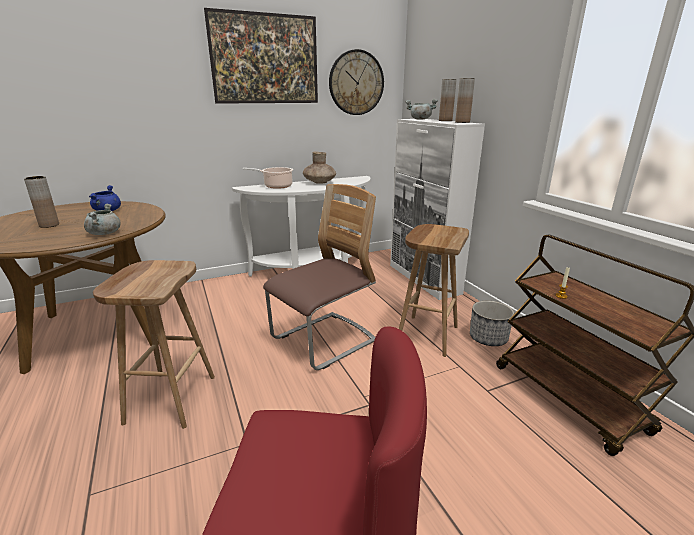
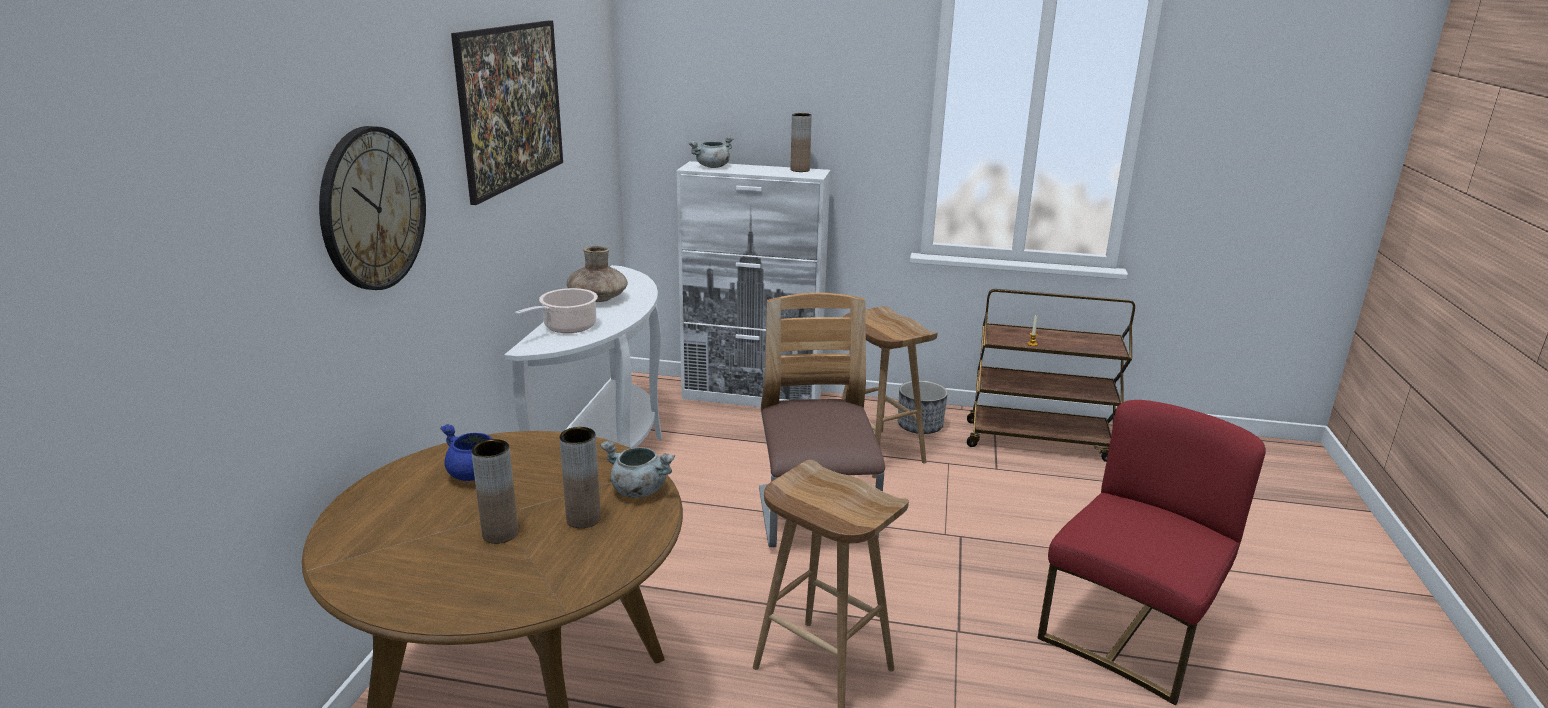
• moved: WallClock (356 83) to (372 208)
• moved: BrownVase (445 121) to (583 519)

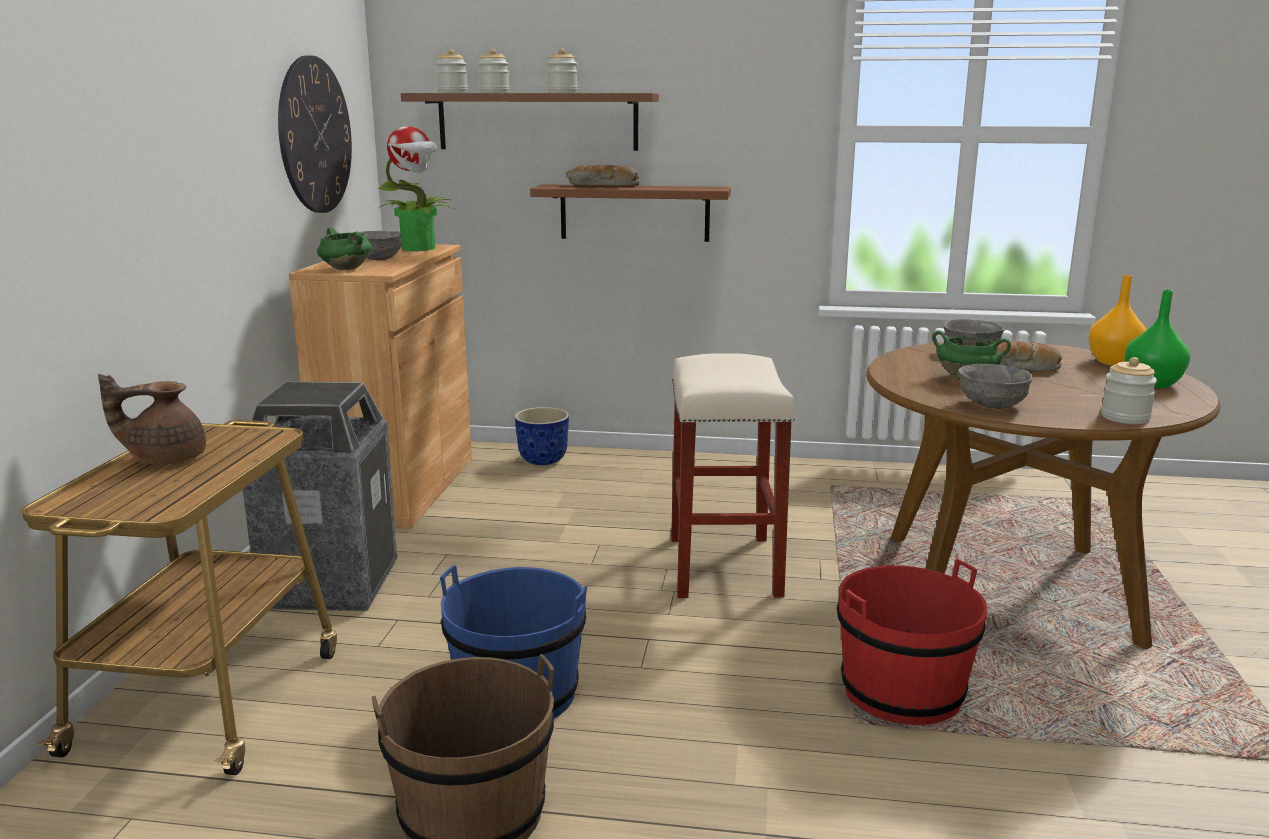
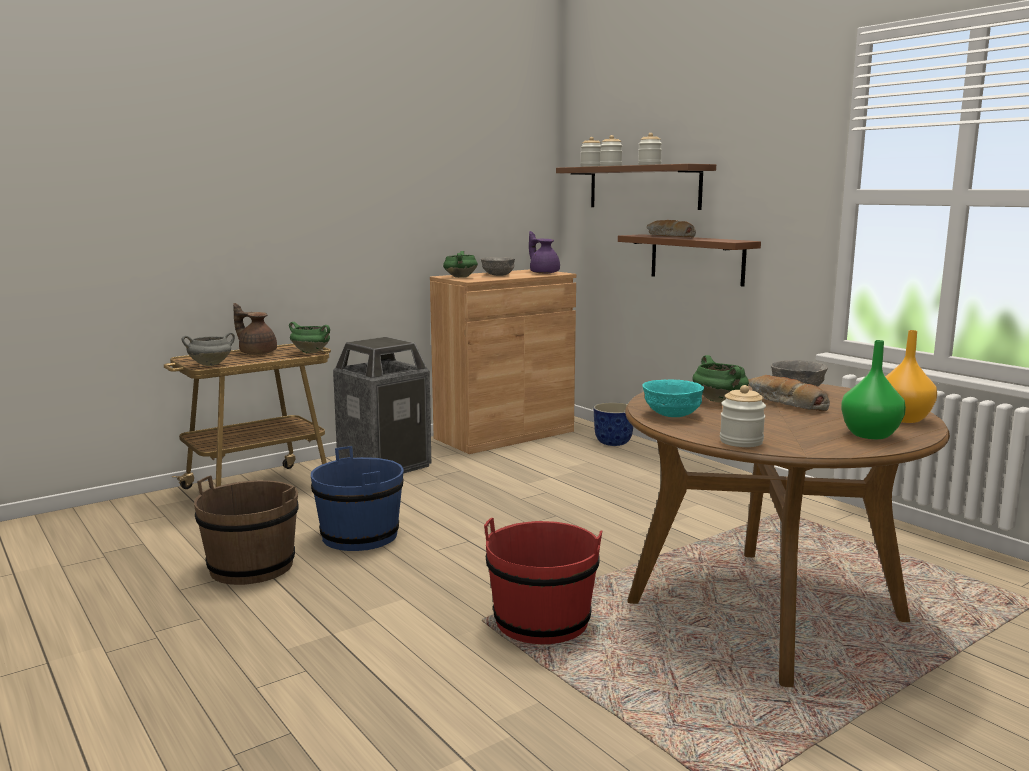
• removed: WallClock (315 135)
• replaced: PottedPlant (420 248) to PurpleTeapot (543 273)
• removed: BeigeStool (723 565)
• recoloured: GreyBowl (991 404) to TurquoiseBowl (673 414)
• added: GreenCookingPot (311 352)
• added: GreyCookingPot (210 364)

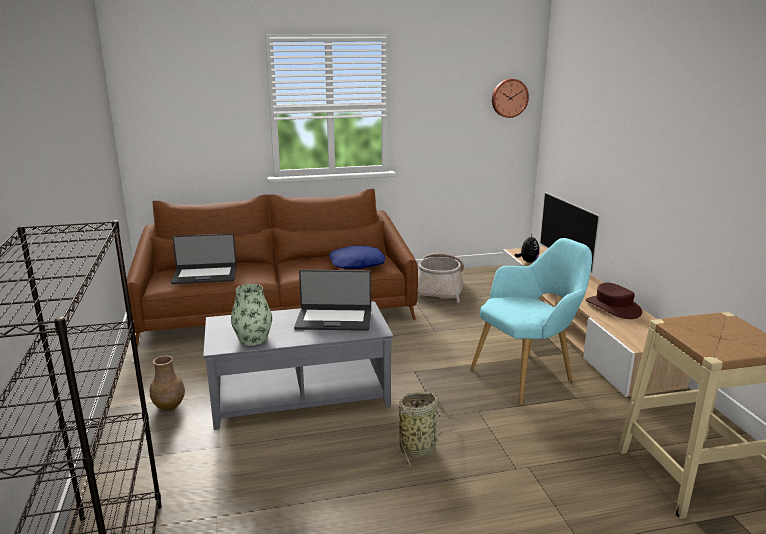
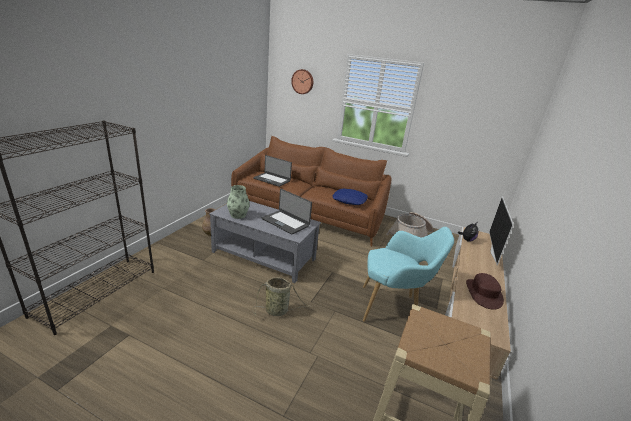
• moved: WallClock (509 98) to (302 81)

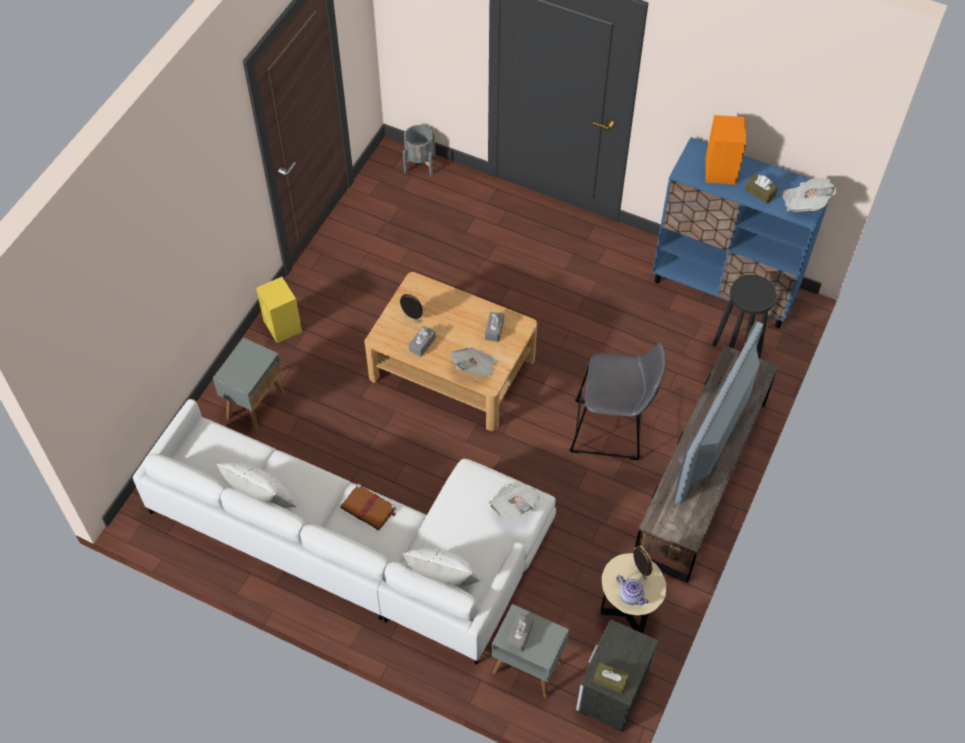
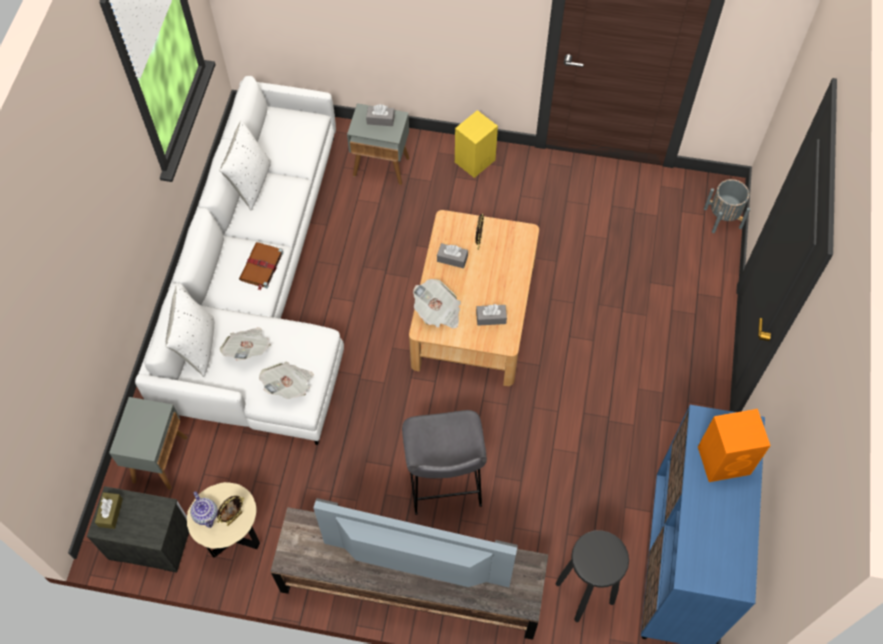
• removed: BrownTissueBox (760 192)
• moved: Newspaper (805 203) to (248 349)
• turned: Teapot (631 596) = (206 515) 60 degrees counterclockwise
• moved: GreyTissueBox (519 635) to (380 120)

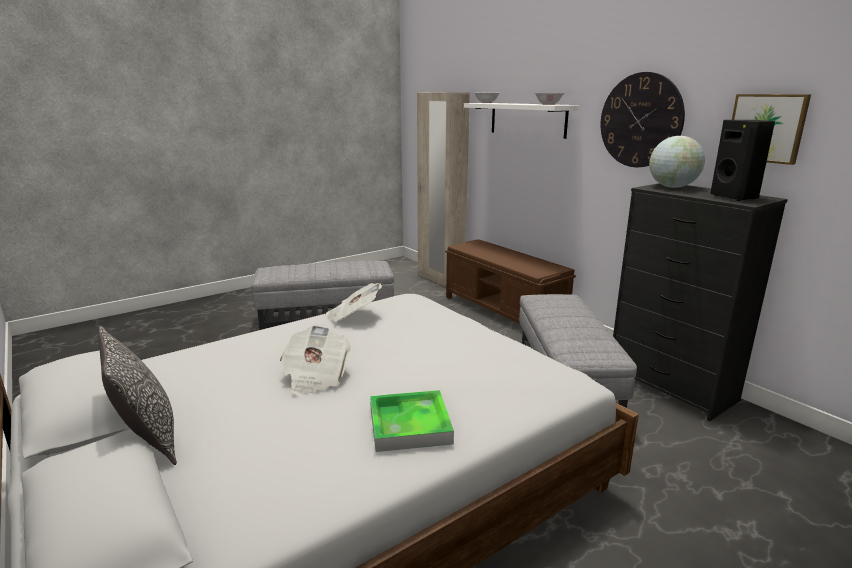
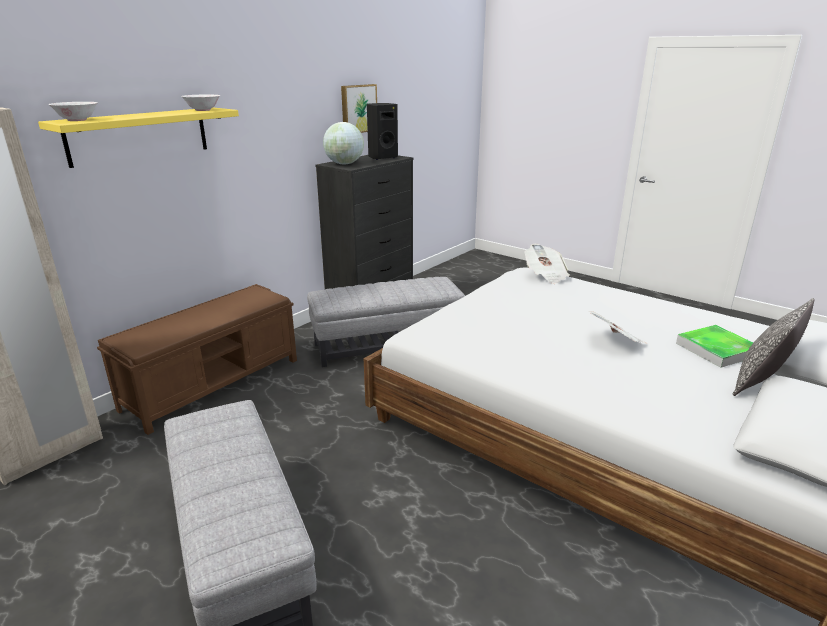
• removed: WallClock (640 120)
• recoloured: WhiteShelf (527 119) to YellowShelf (139 136)
• moved: Newspaper (353 316) to (545 275)
• moved: Tray (409 425) to (716 349)

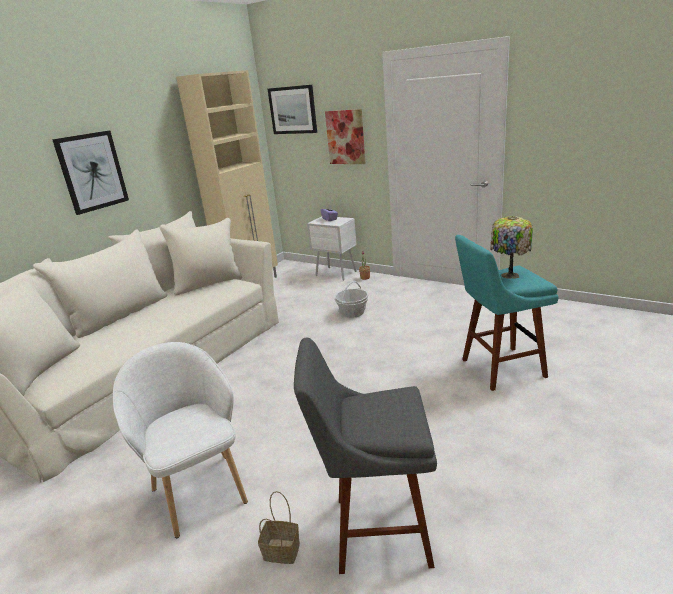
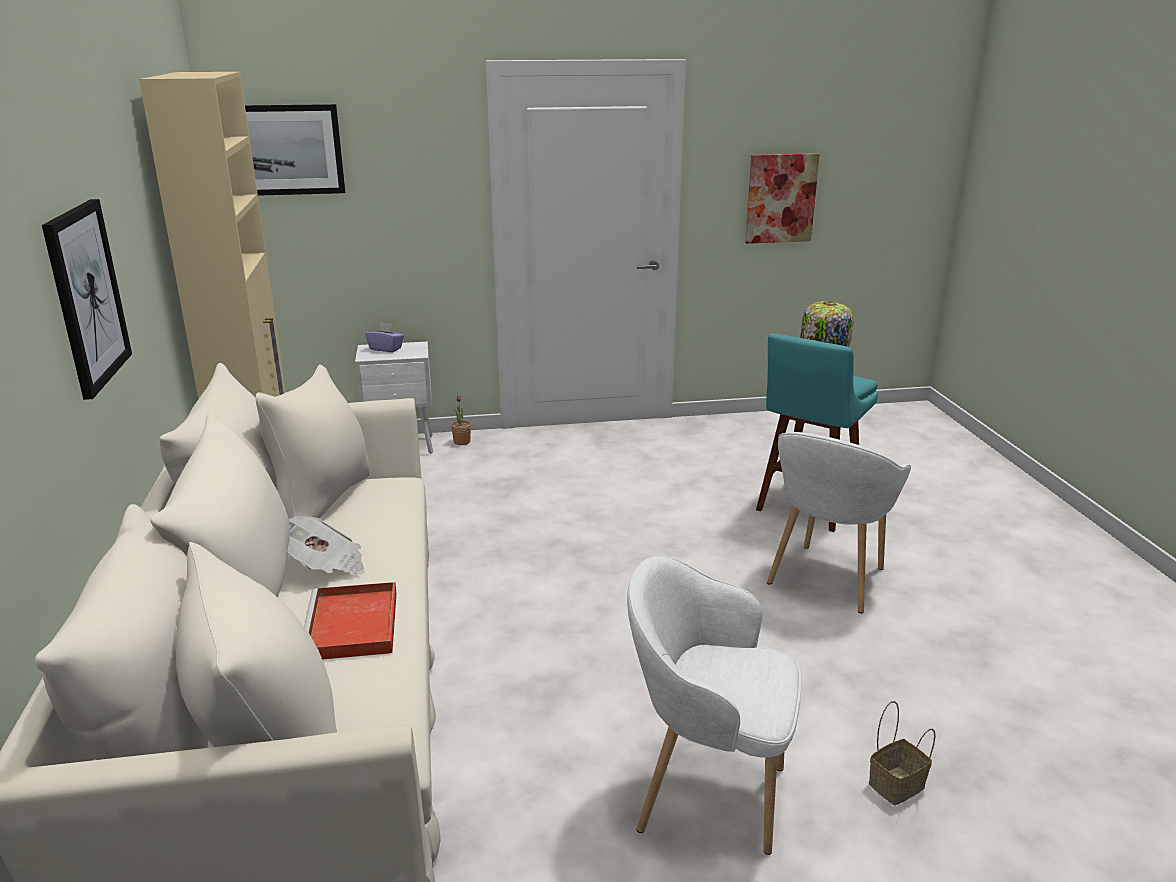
• moved: Picture (345 137) to (780 198)
• removed: Basket (353 312)
• removed: GreyStool (375 531)
• added: WhiteArmchair (826 579)
• added: Newspaper (325 566)
• added: RedTray (353 627)

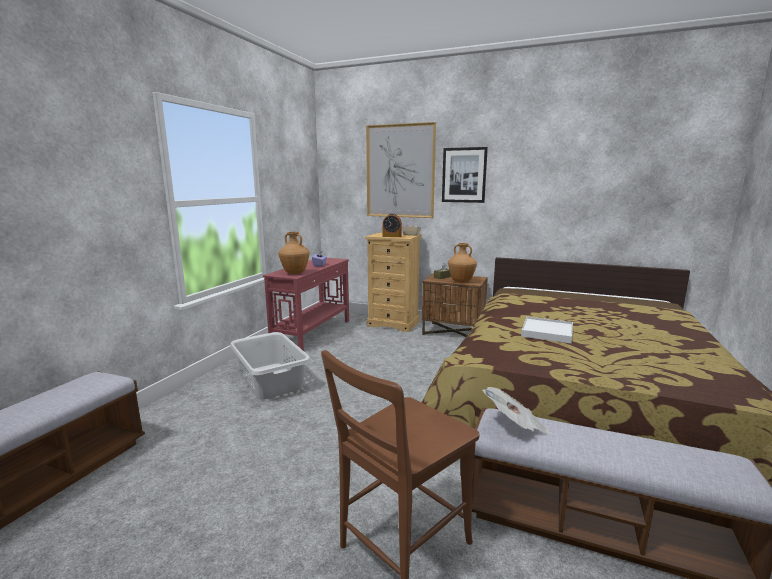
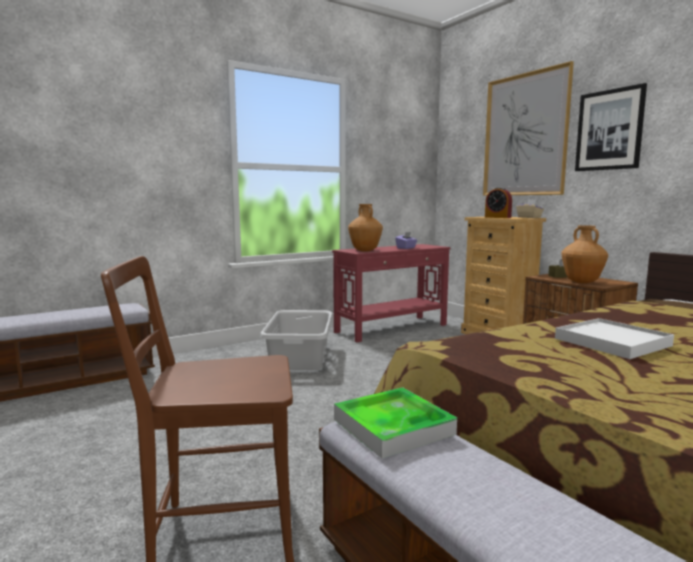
• replaced: Newspaper (514 425) to Tray (393 426)

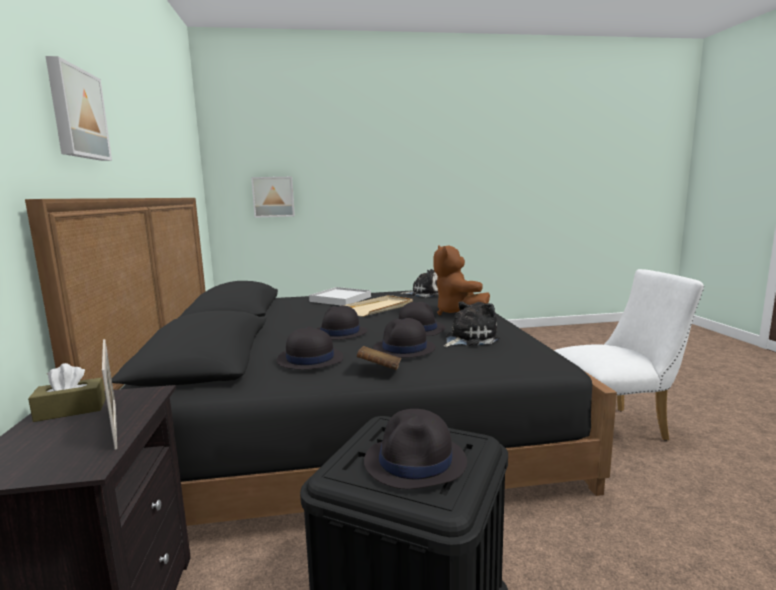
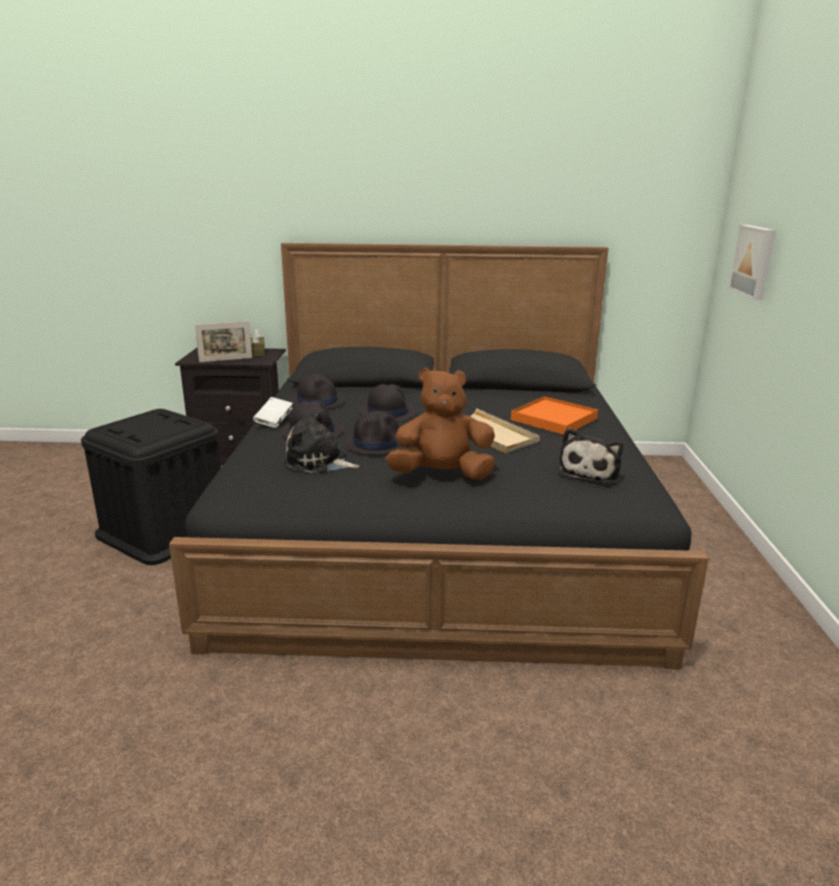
• removed: Picture (76 113)
• removed: WhiteChair (615 428)
• recoloured: WhiteTray (340 299) to OrangeTray (553 419)
• turned: PlushToy (469 339) = (319 462) 135 degrees clockwise
• recoloured: BrownBook (379 369) to WhiteBook (274 421)
• removed: BlackHat (416 462)

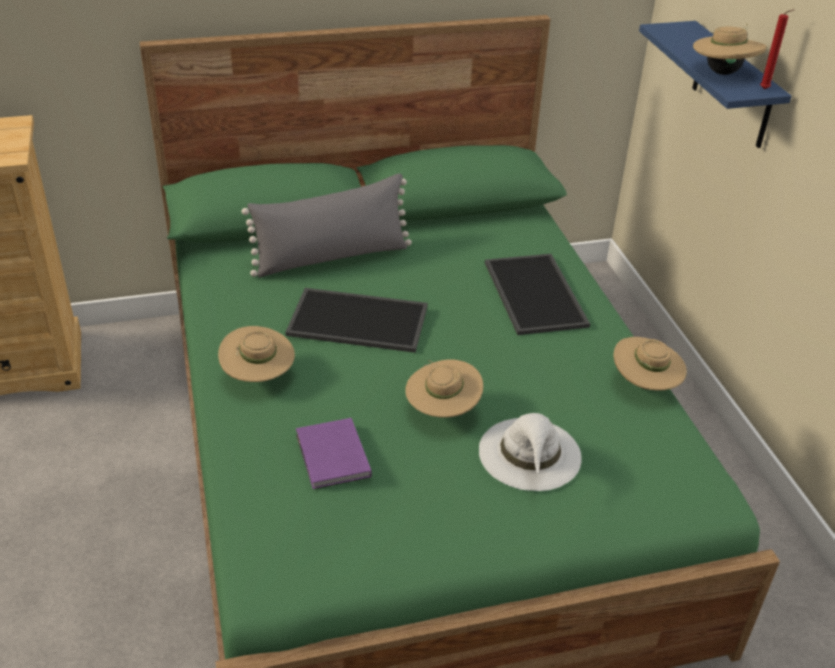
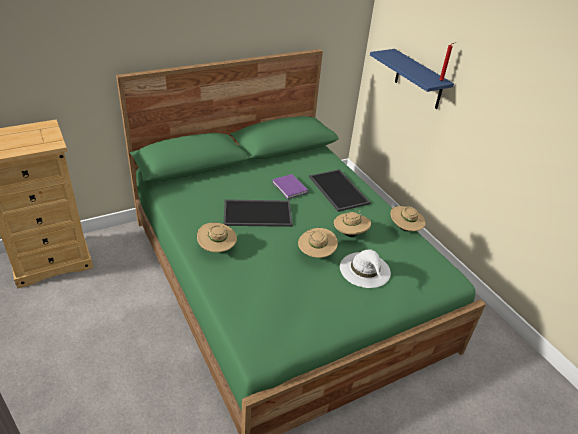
• moved: BeigeHat (723 72) to (350 234)
• removed: GreyPillow (332 257)
• moved: PurpleBook (332 457) to (289 188)

